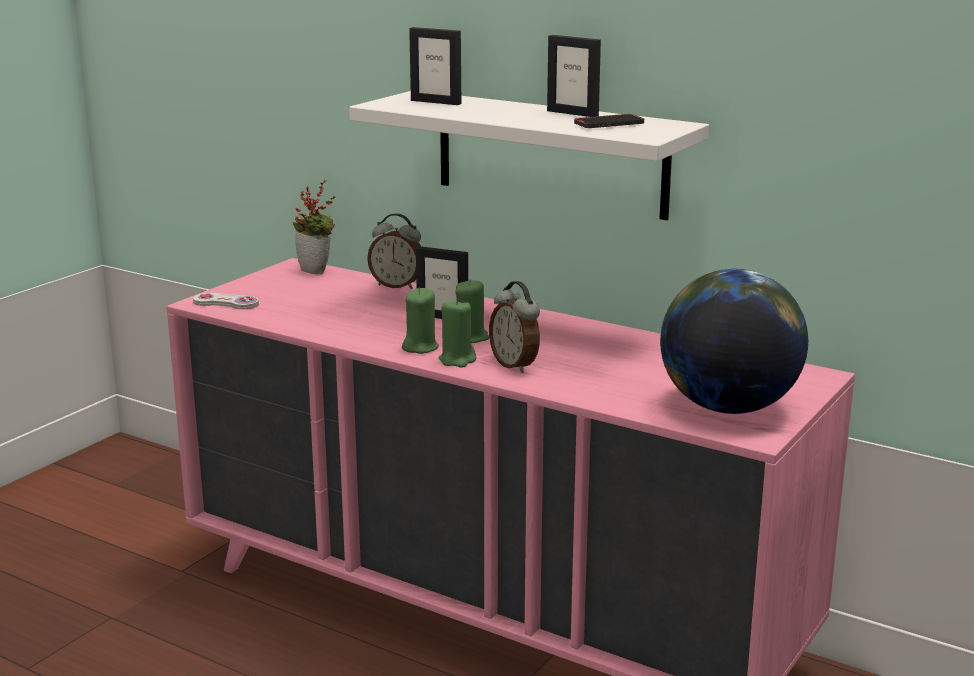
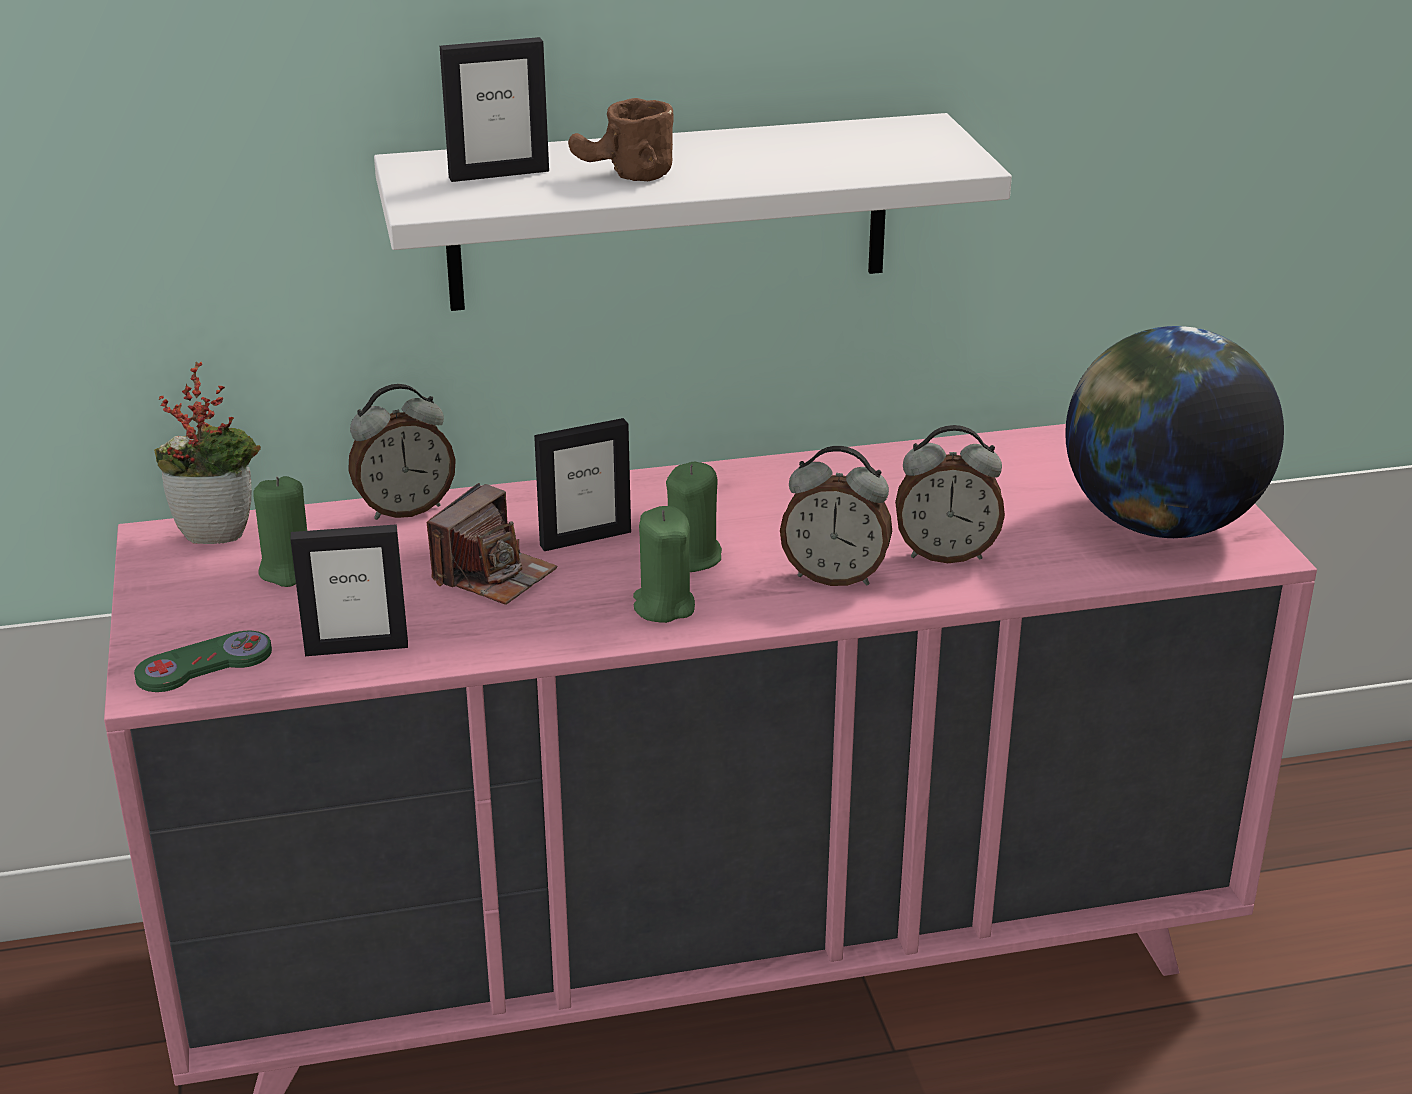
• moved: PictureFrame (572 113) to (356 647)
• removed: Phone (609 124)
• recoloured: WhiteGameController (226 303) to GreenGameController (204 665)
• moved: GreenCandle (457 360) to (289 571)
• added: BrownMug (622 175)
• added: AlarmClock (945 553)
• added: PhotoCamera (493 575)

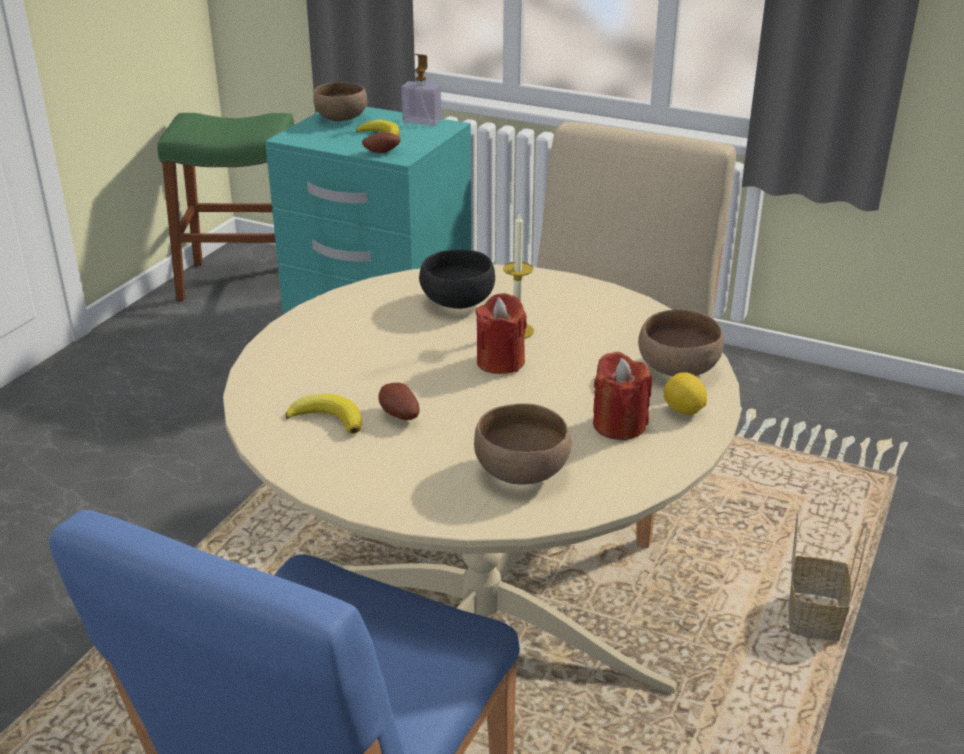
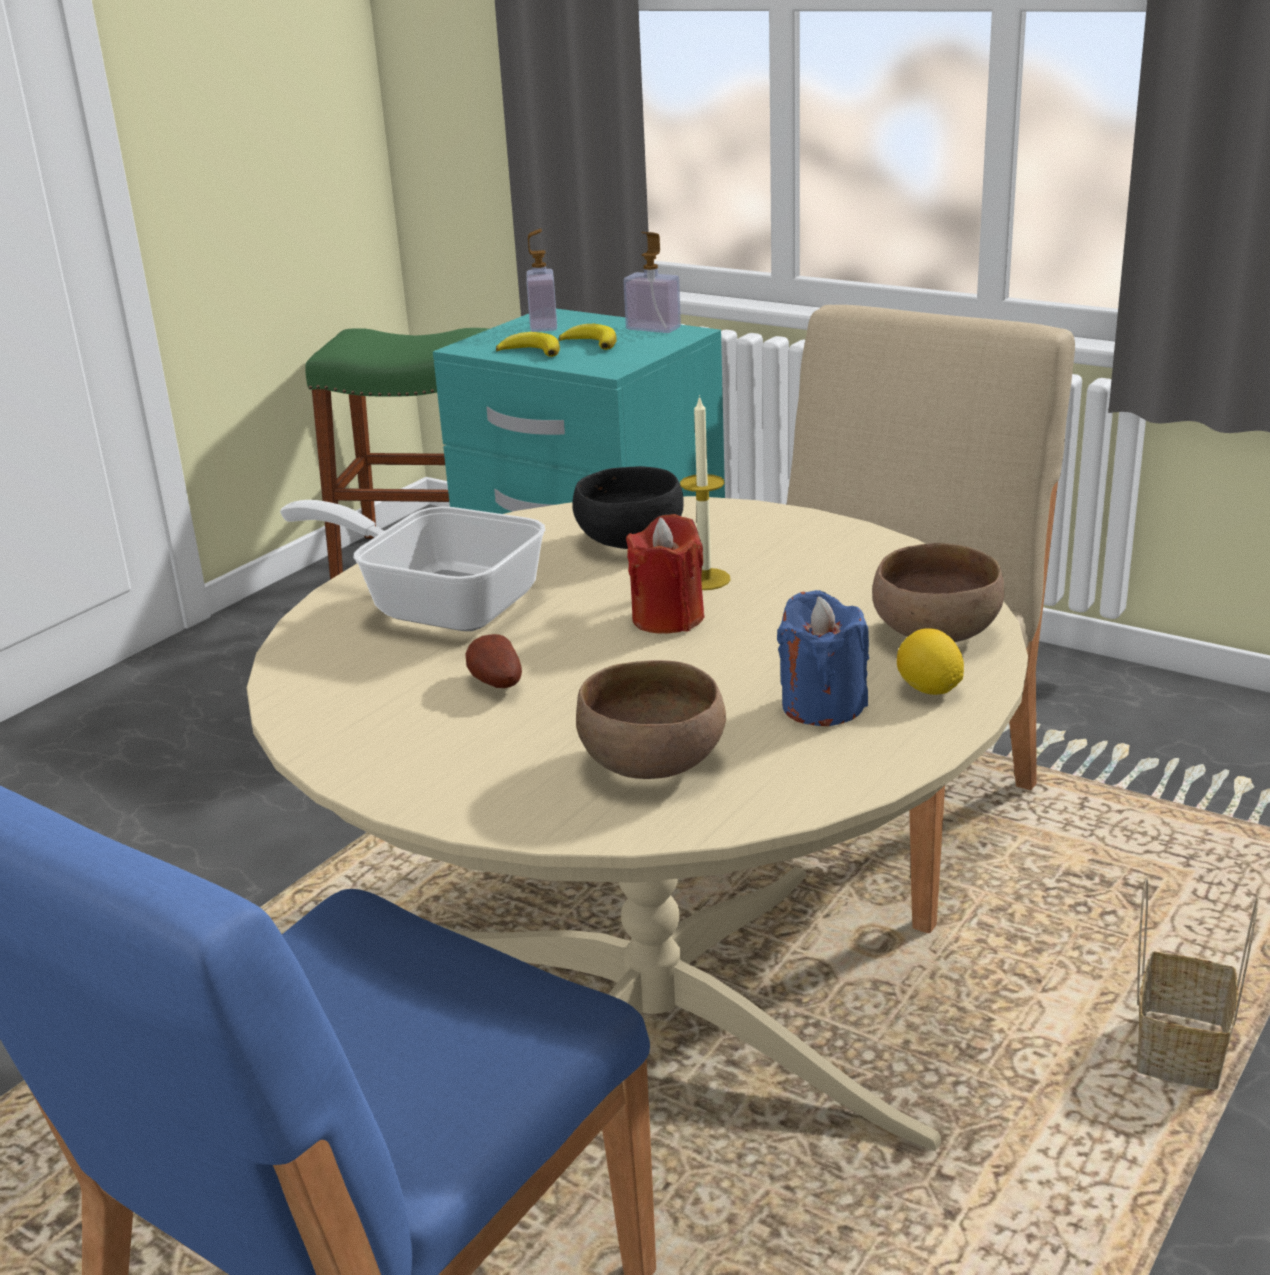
• replaced: BrownBowl (341 118) to SoapDispenser (543 325)
• removed: Potato (381 151)
• recoloured: RedCandle (619 425) to BlueCandle (822 706)
• moved: Banana (328 418) to (532 351)
• added: FryingPan (438 602)

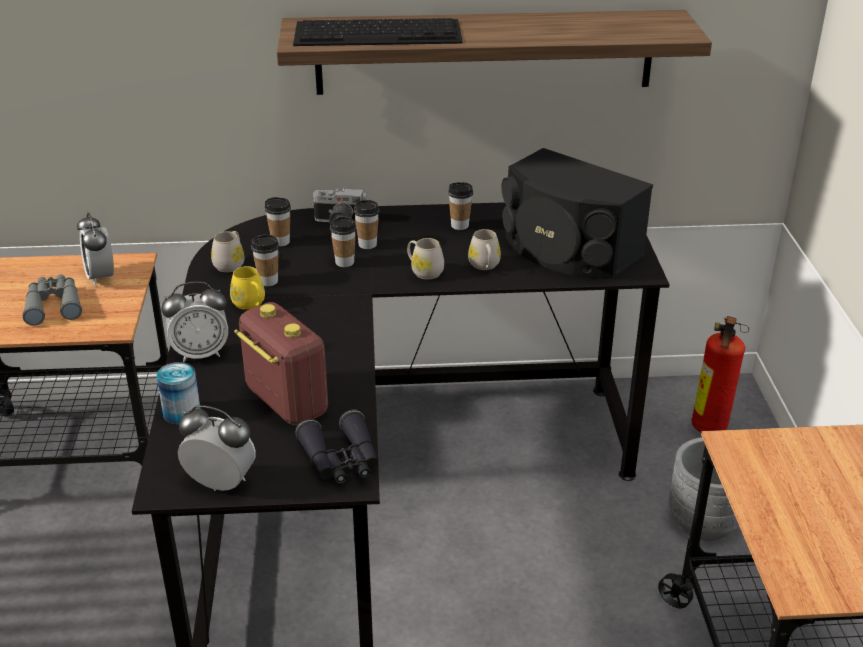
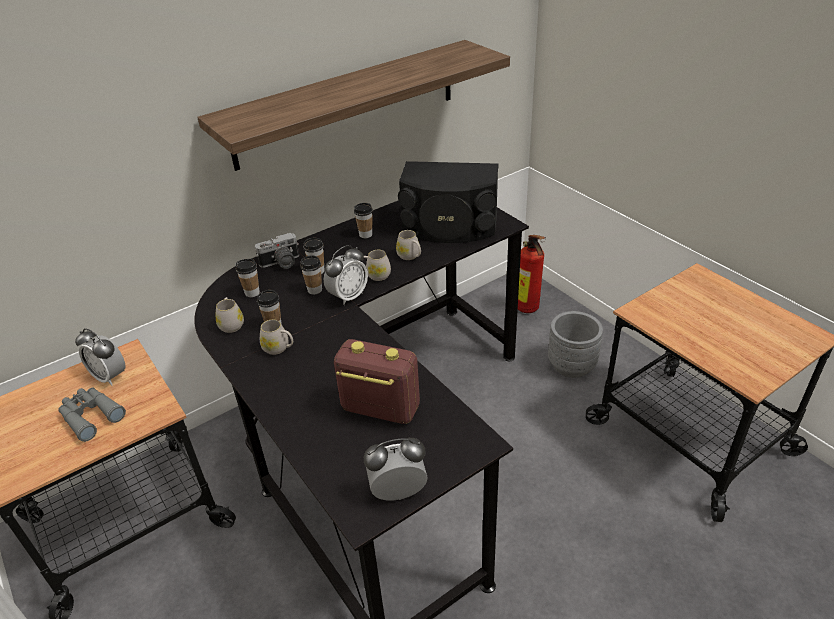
• removed: Keyboard (379 32)
• recoloured: YellowMug (251 304) to WhiteMug (279 348)
• moved: AlarmClock (200 353) to (348 296)
• removed: Can (182 412)
• removed: BlackBinoculars (341 460)

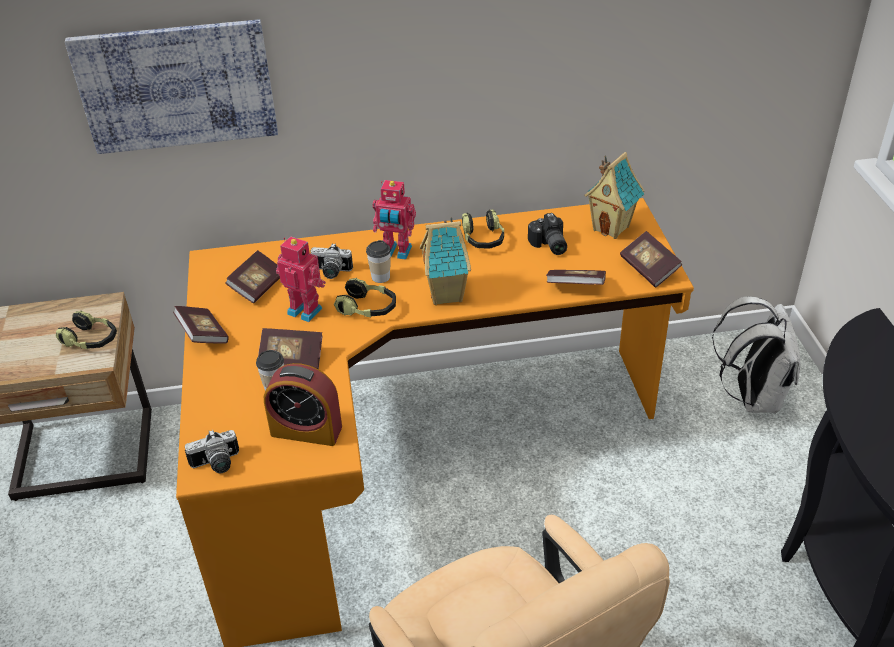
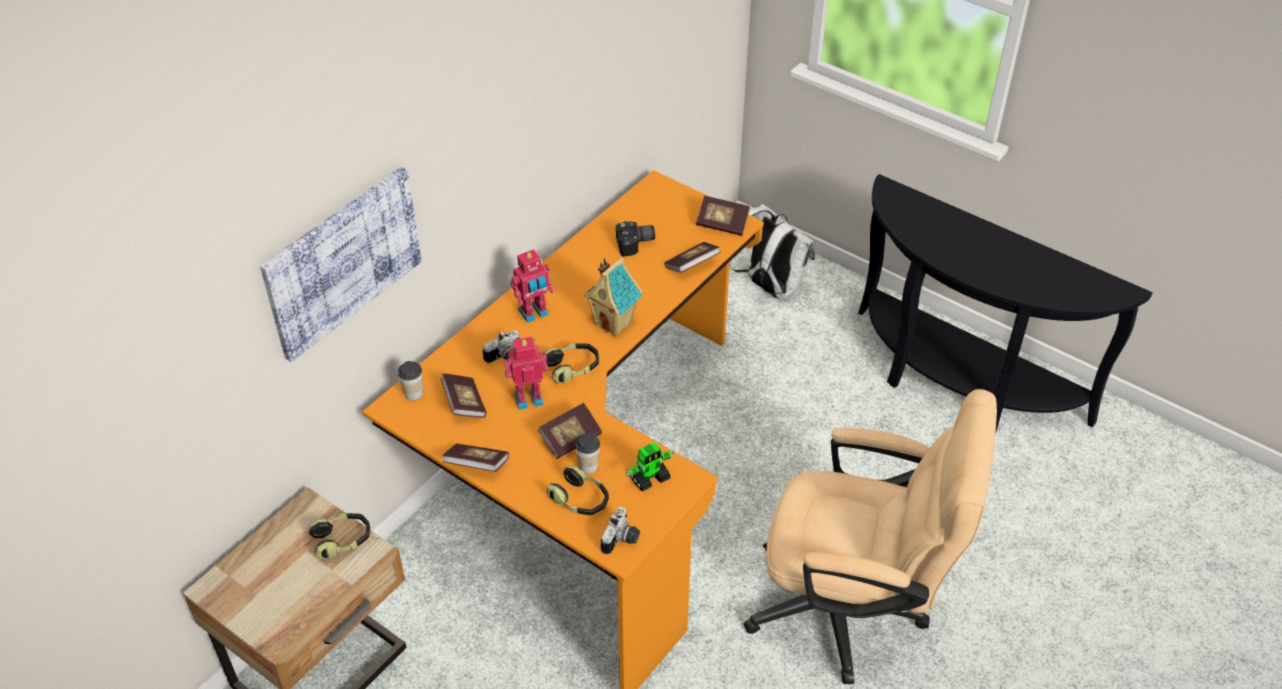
• removed: ToyHouse (612 228)
• moved: Headphones (483 239) to (580 500)
• turned: PhotoCamera (548 245) = (636 244) 45 degrees counterclockwise
• moved: Cup (380 277) to (413 393)
• replaced: AlarmClock (306 431) to ToyRobot (649 477)

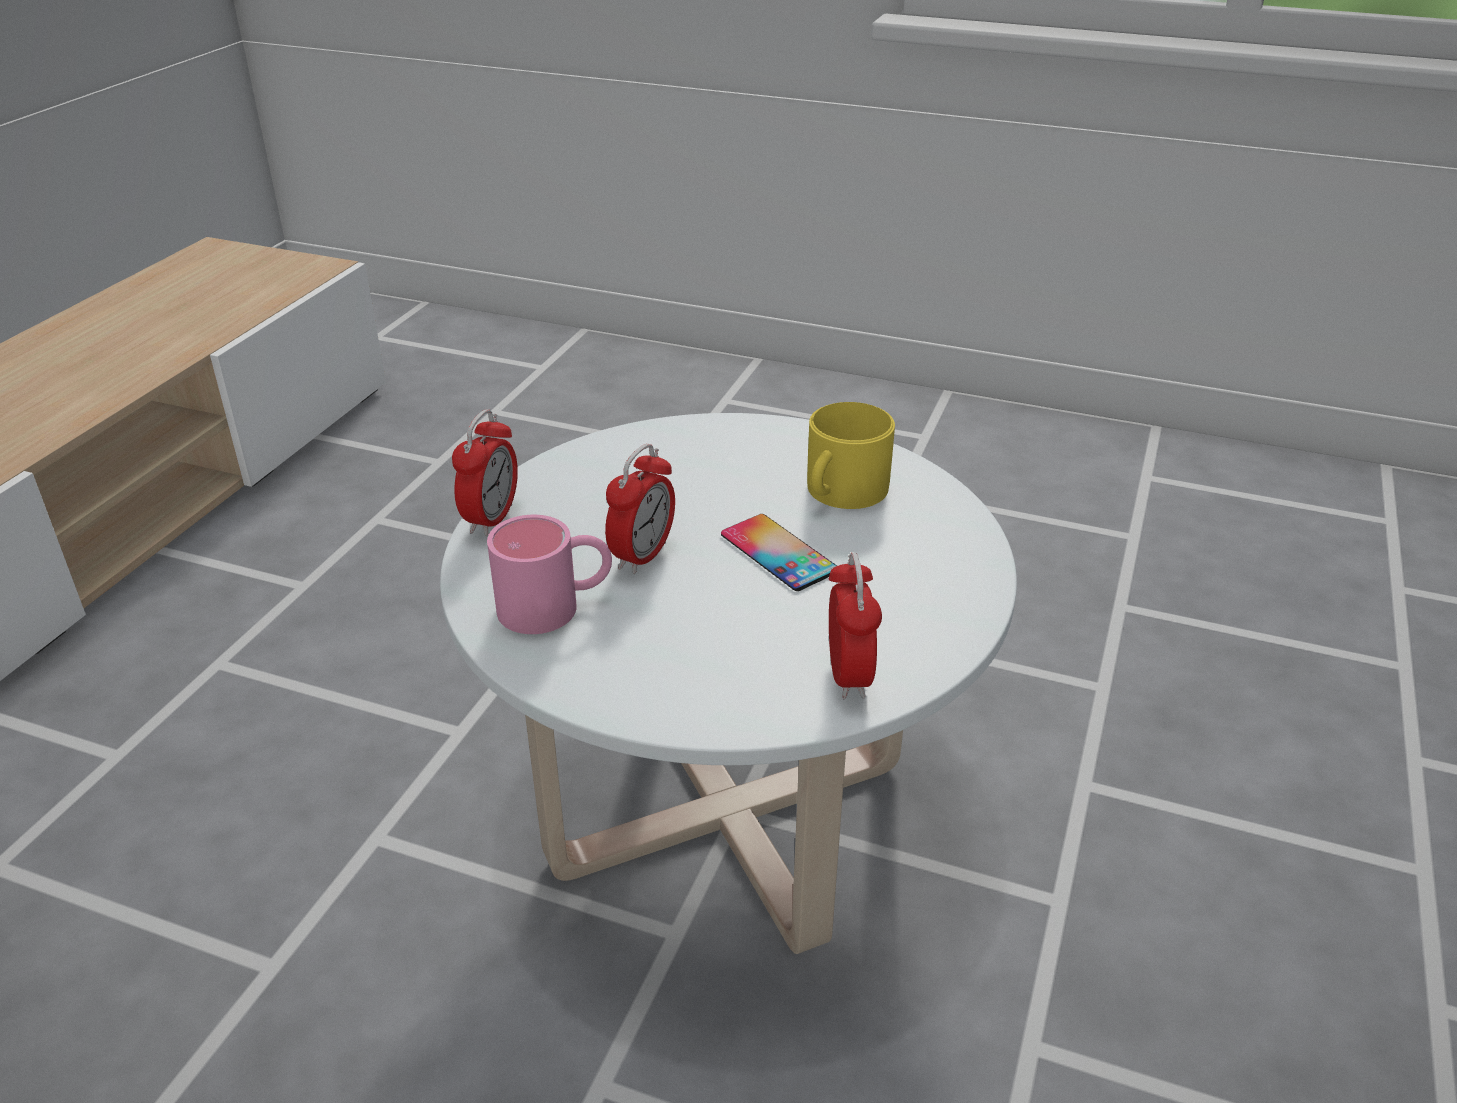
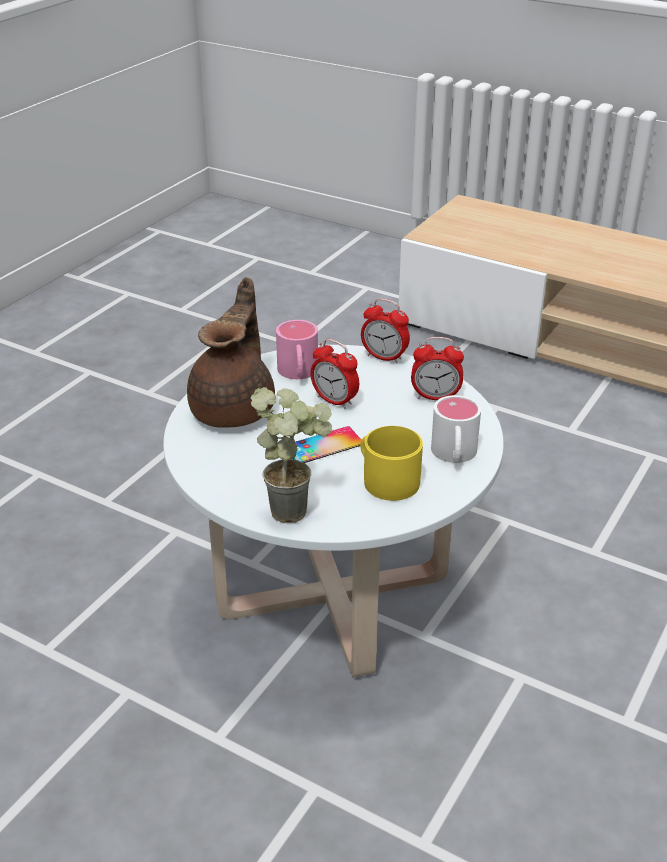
• moved: AlarmClock (849 675) to (435 397)
• added: BrownTeapot (235 408)
• added: PottedPlant (296 507)
• added: WhiteMug (454 455)

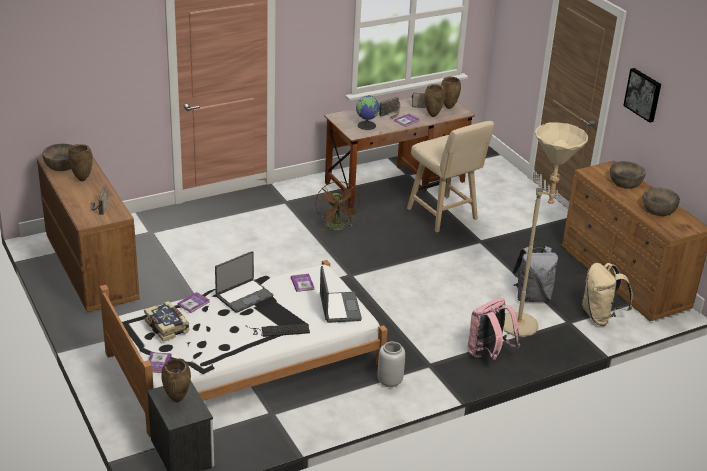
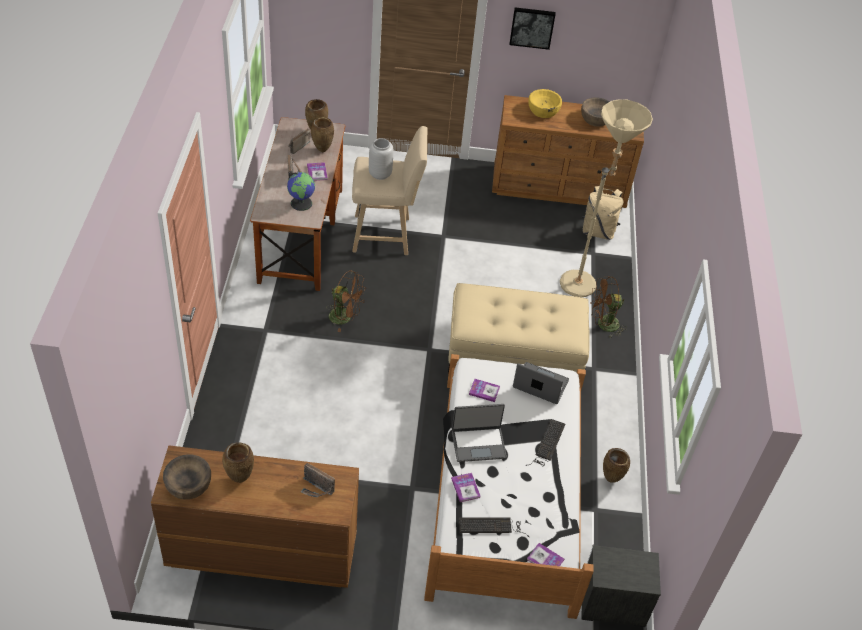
• recoloured: BrownBowl (625 182) to YellowBowl (543 110)
• removed: GreyBackpack (532 297)
• turned: Laptop (244 296) = (478 444) 90 degrees clockwise
• replaced: PinkBackpack (488 354) to BrownFan (603 325)
• replaced: Book (167 327) to Keyboard (491 526)
• moved: GreyVase (389 381) to (379 174)
• moved: BrownVase (177 400) to (611 479)
• added: BeigeOttoman (514 354)

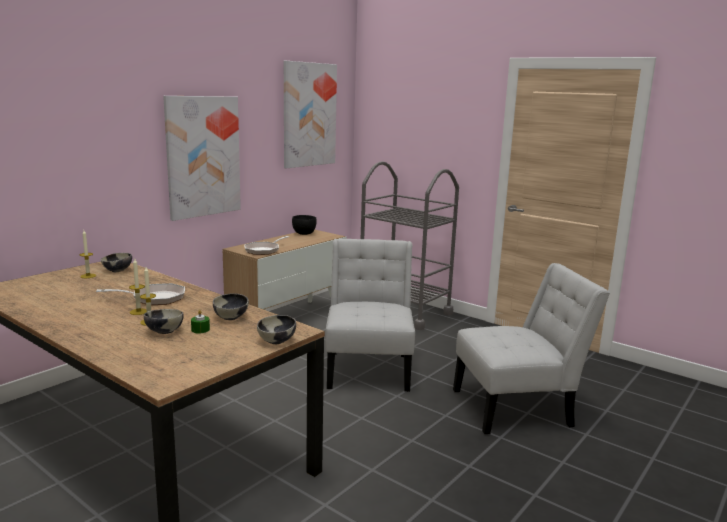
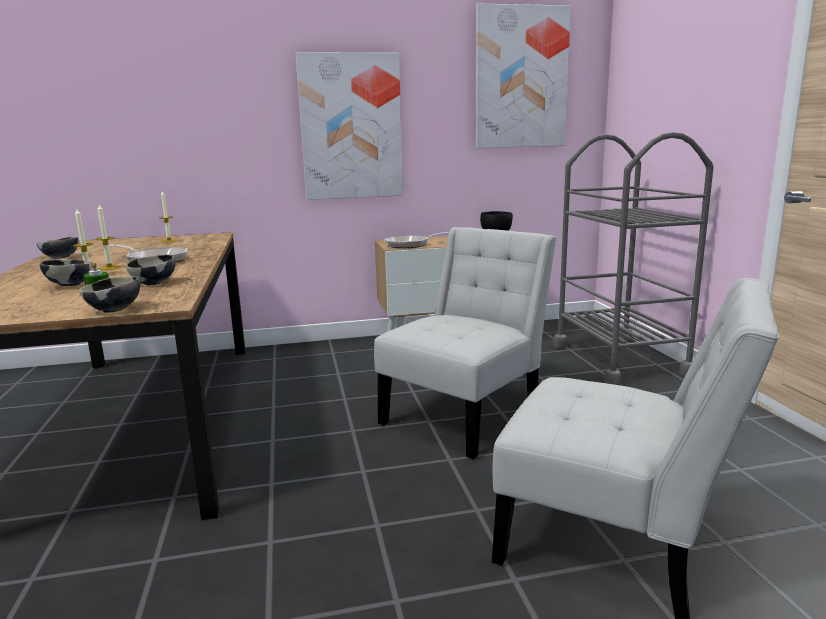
• moved: Bowl (117 271) to (61 258)

